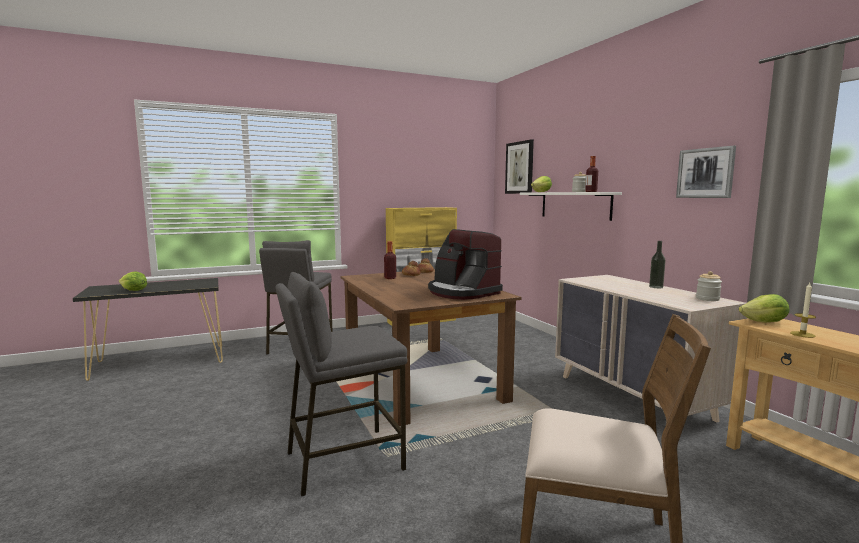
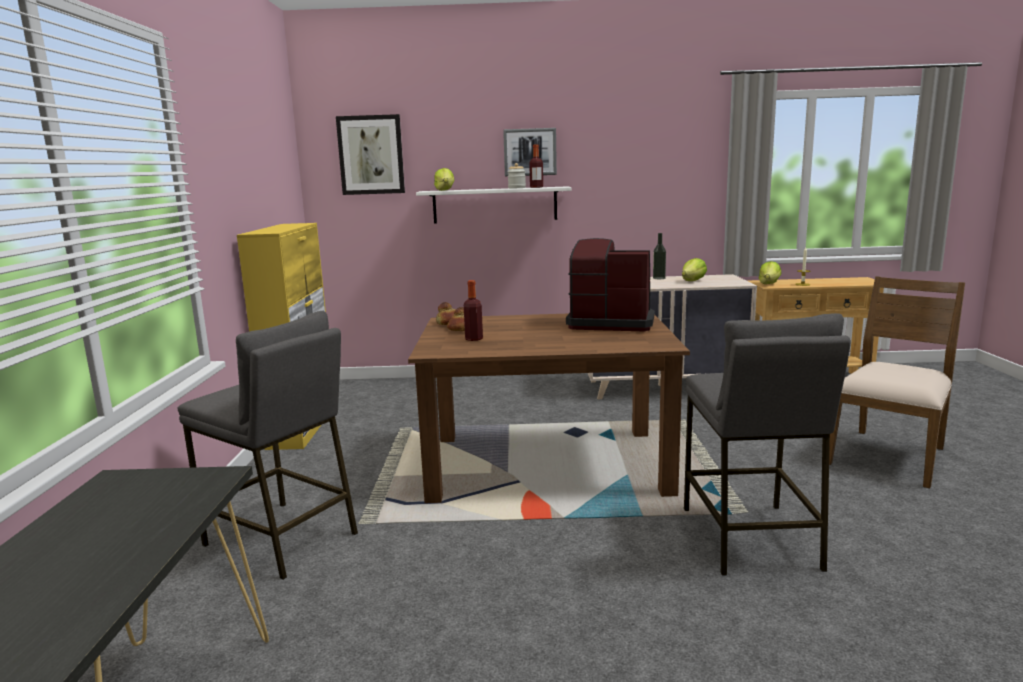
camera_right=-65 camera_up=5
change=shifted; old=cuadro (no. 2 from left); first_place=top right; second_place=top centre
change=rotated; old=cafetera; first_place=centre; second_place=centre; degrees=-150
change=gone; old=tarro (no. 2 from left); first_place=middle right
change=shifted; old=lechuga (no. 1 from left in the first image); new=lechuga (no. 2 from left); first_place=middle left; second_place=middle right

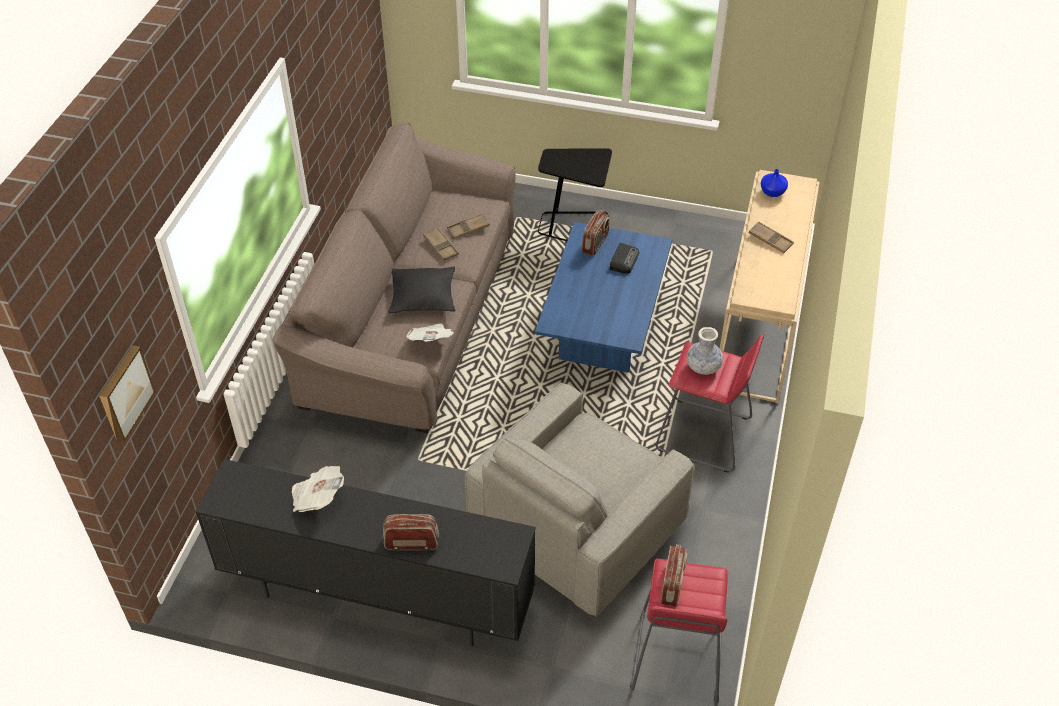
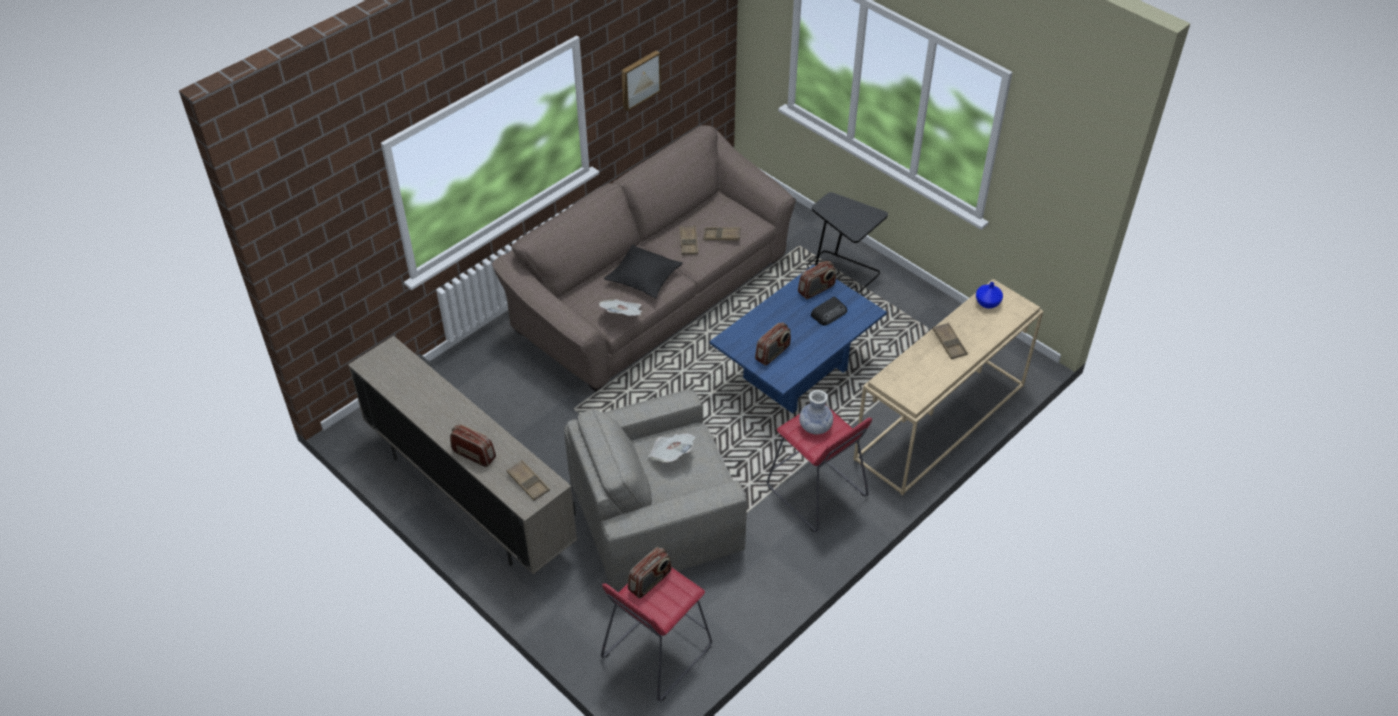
camera_right=30 camera_up=0
change=shifted; old=cuadro; first_place=middle left; second_place=top centre
change=repainted; old=mueble de televisión [negro]; new=mueble de televisión [beis]; first_place=bottom centre; second_place=middle left
change=shifted; old=periódico (no. 1 from left in the first image); new=periódico (no. 2 from left); first_place=bottom left; second_place=centre
change=new; new=radio (no. 3 from left); second_place=centre
change=new; new=bandeja [marrón] (no. 1 from left); second_place=bottom centre

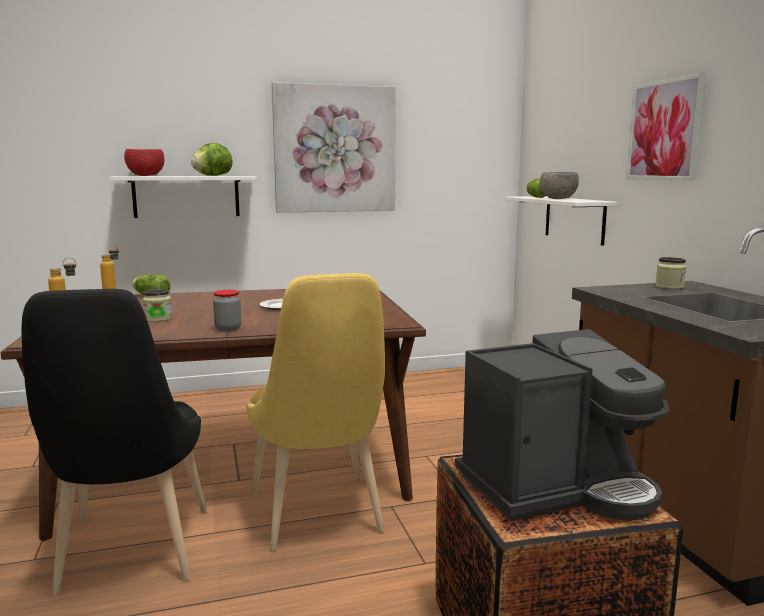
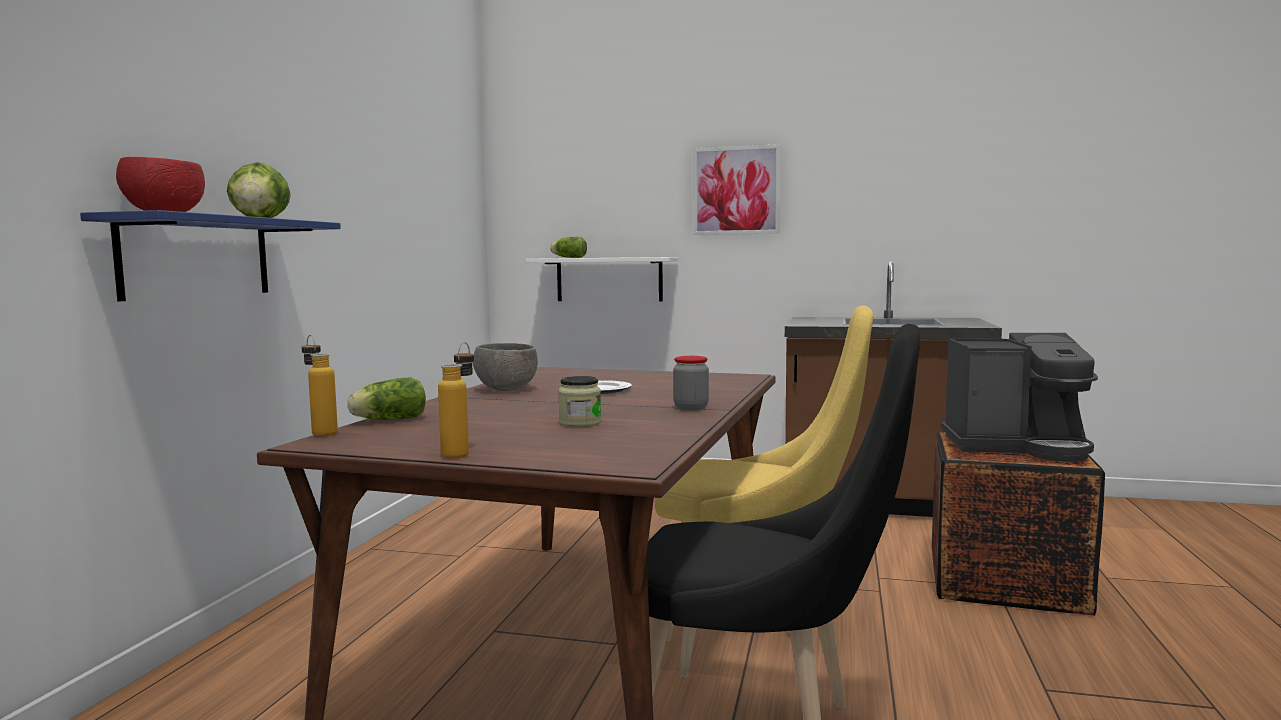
camera_right=-60 camera_up=-5
change=gone; old=cuadro (no. 1 from left); first_place=top centre
change=shifted; old=cuenco [gris]; first_place=top right; second_place=centre
change=repainted; old=estante [blanco] (no. 1 from left); new=estante [azul]; first_place=top left; second_place=middle left
change=gone; old=tarro (no. 3 from left); first_place=middle right
change=rotated; old=cafetera; first_place=bottom right; second_place=middle right; degrees=90

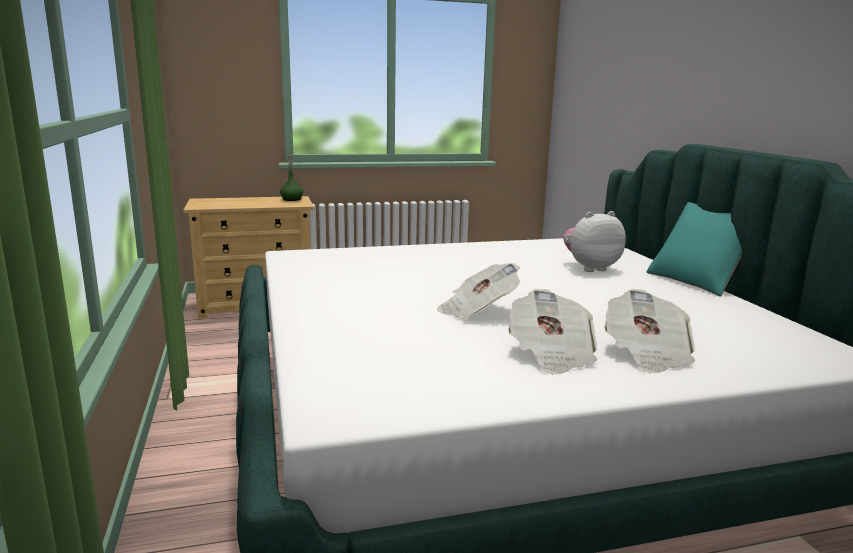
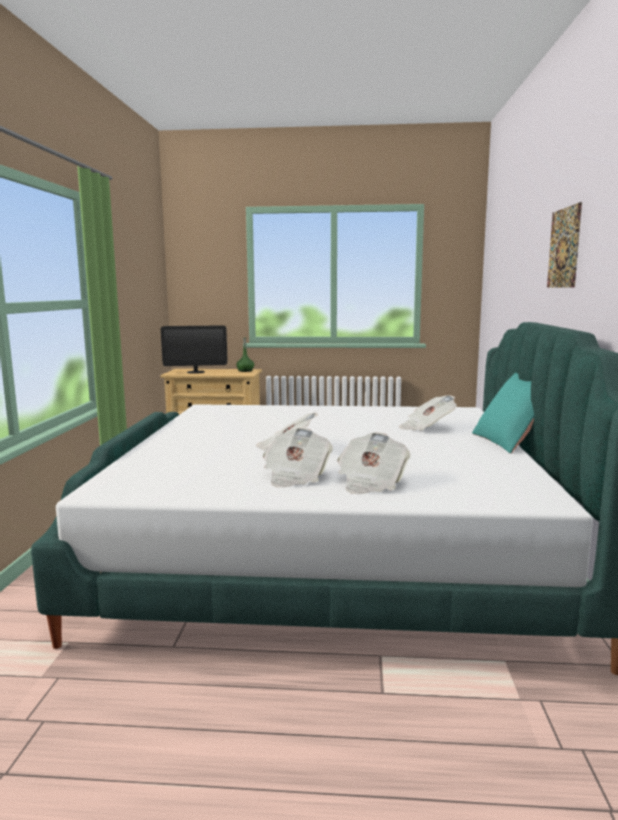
camera_right=20 camera_up=-5
change=swapped; old=peluche; new=periódico (no. 4 from left); first_place=middle right; second_place=middle right
change=new; new=cuadro; second_place=top right
change=new; new=monitor; second_place=middle left

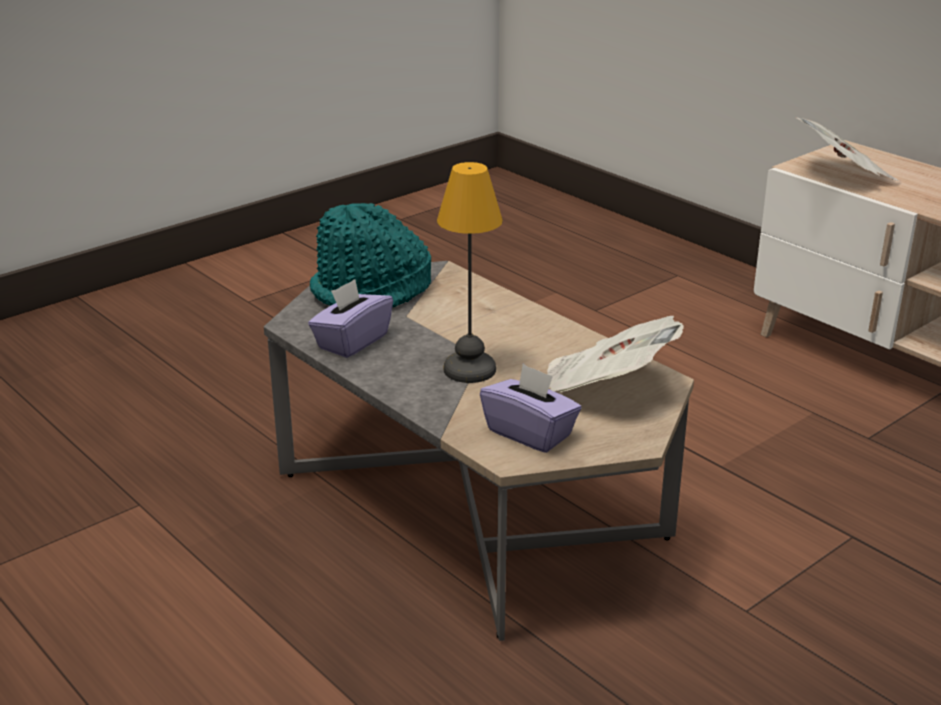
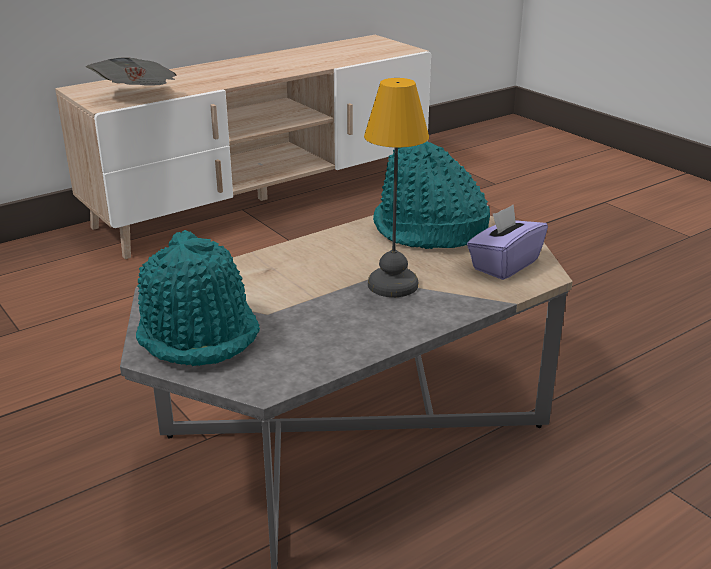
camera_right=-85 camera_up=0
change=gone; old=caja de pañuelos [morado] (no. 1 from left); first_place=centre
change=swapped; old=periódico (no. 1 from left); new=sombrero [turquesa] (no. 2 from left); first_place=centre; second_place=centre

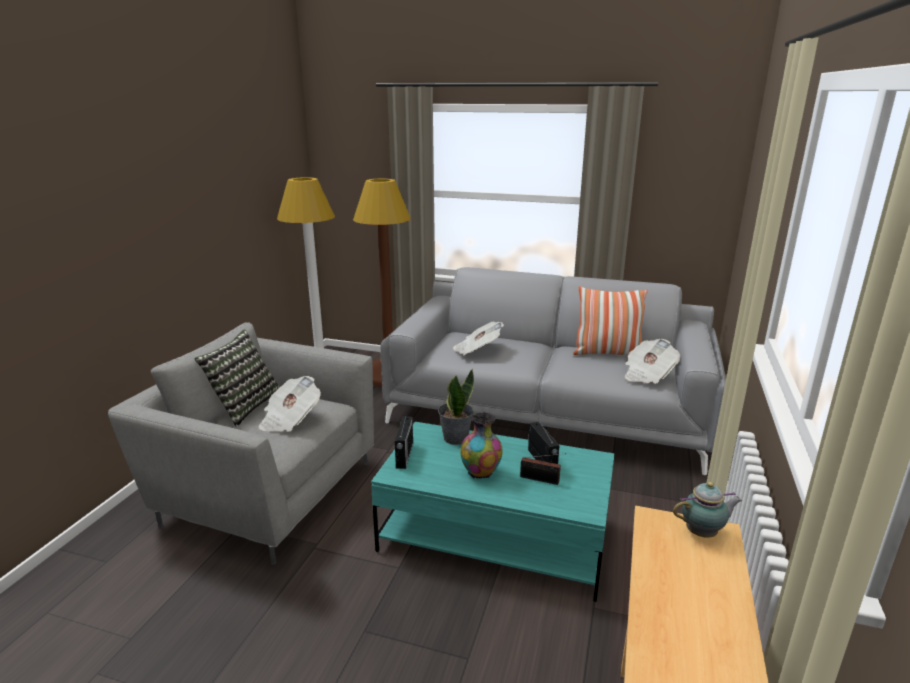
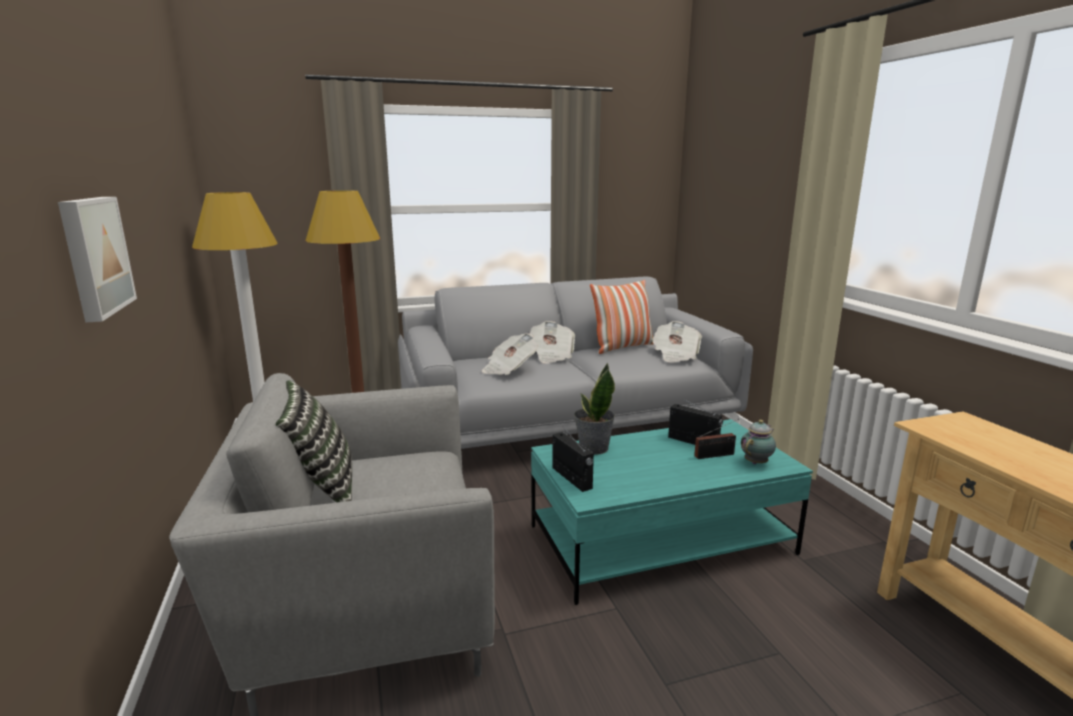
camera_right=-35 camera_up=-5
change=shifted; old=periódico (no. 1 from left in the first image); new=periódico (no. 2 from left); first_place=middle left; second_place=centre
change=gone; old=florero; first_place=centre
change=shifted; old=tetera; first_place=bottom right; second_place=middle right
change=new; new=cuadro; second_place=middle left

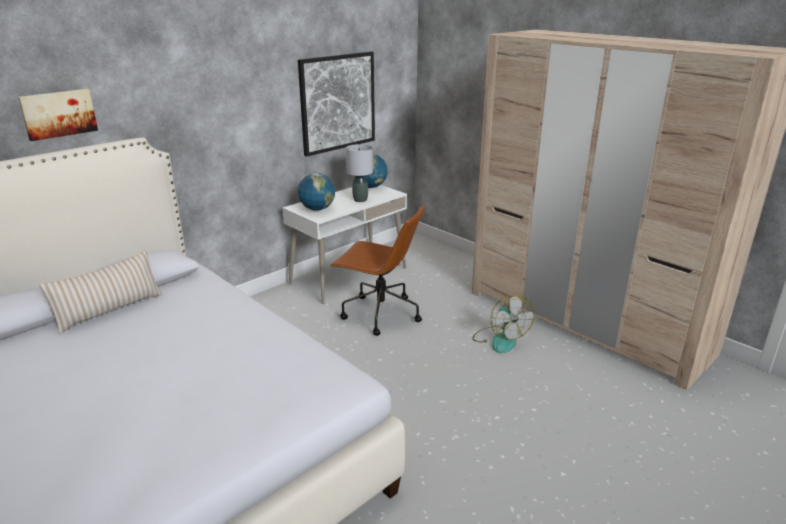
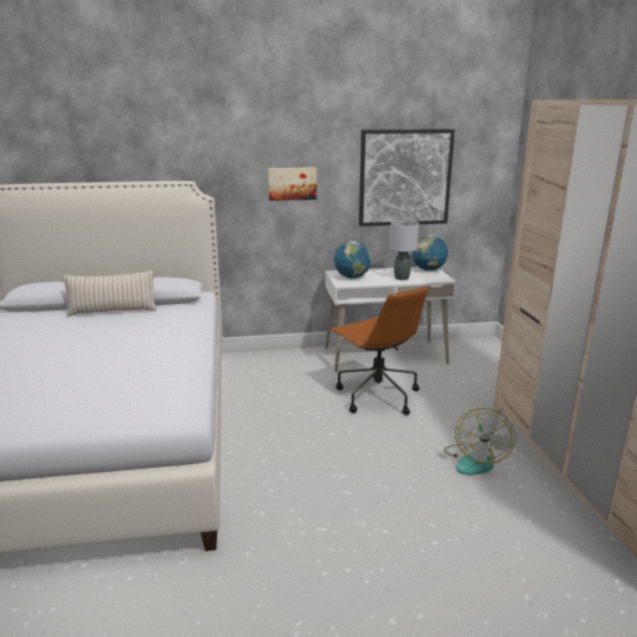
camera_right=35 camera_up=-5
change=shifted; old=cuadro (no. 1 from left); first_place=top left; second_place=top centre

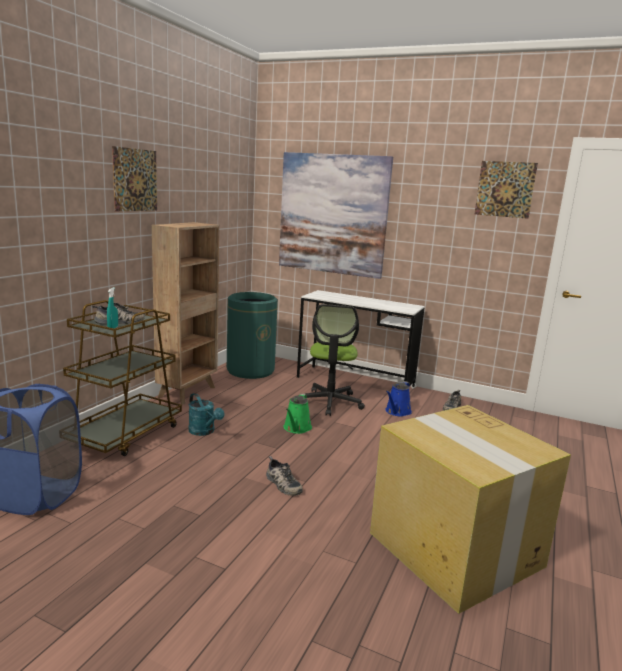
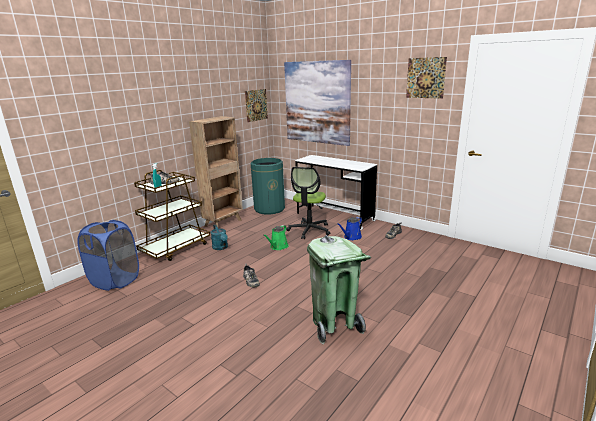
camera_right=15 camera_up=5
change=shifted; old=cuadro (no. 1 from left); first_place=top left; second_place=top centre
change=swapped; old=caja de cartón; new=papelera [verde] (no. 2 from left); first_place=bottom right; second_place=bottom centre

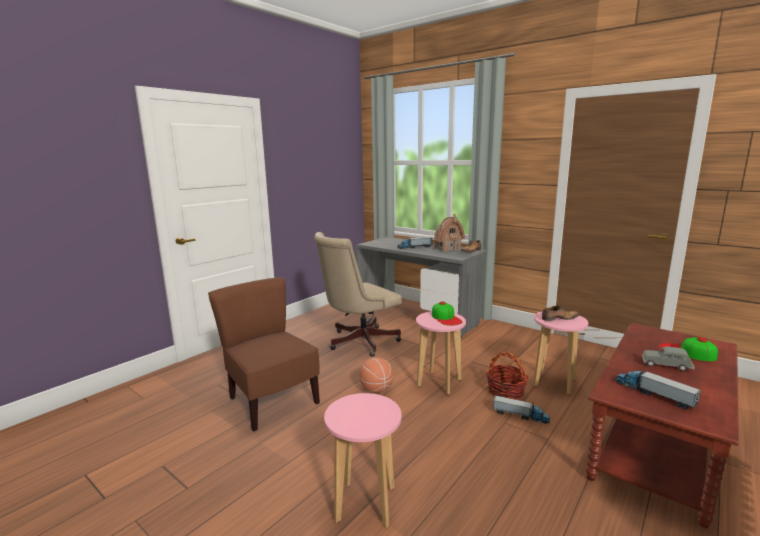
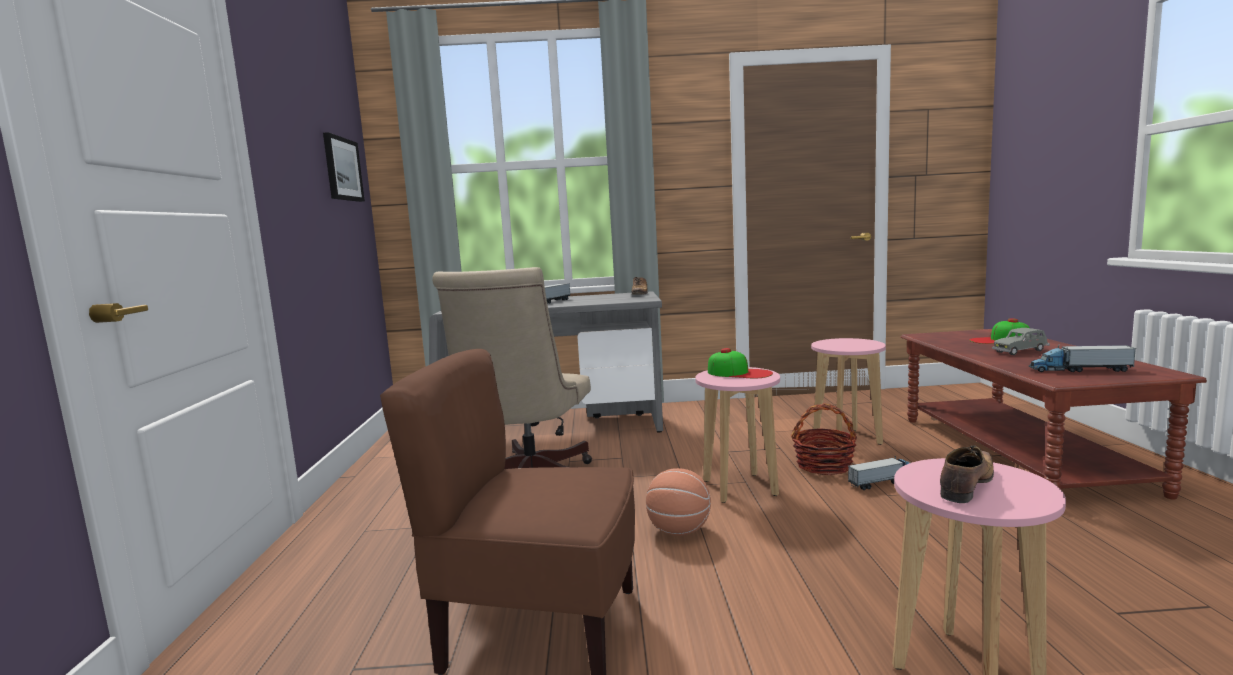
camera_right=-40 camera_up=-5
change=gone; old=casita; first_place=centre
change=shifted; old=zapato (no. 2 from left); first_place=middle right; second_place=bottom right
change=new; new=cuadro; second_place=top left

